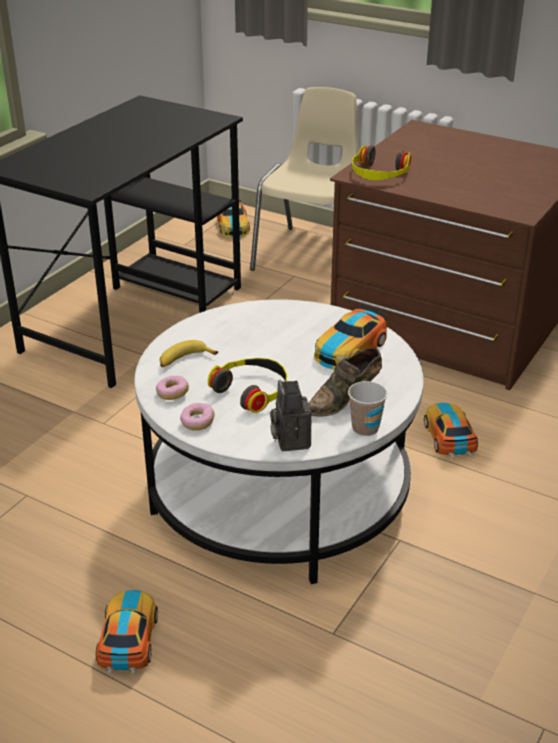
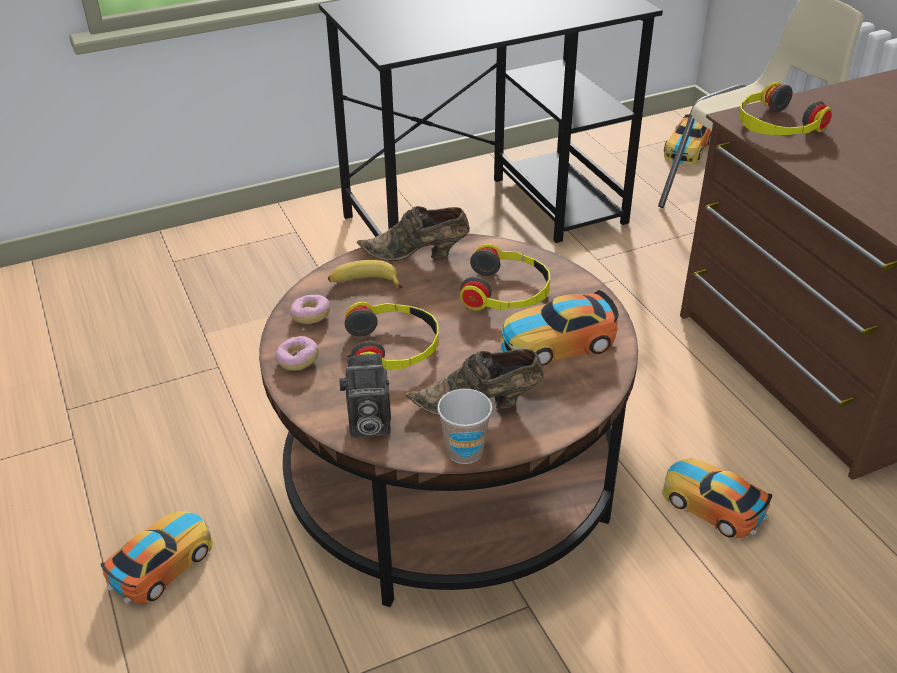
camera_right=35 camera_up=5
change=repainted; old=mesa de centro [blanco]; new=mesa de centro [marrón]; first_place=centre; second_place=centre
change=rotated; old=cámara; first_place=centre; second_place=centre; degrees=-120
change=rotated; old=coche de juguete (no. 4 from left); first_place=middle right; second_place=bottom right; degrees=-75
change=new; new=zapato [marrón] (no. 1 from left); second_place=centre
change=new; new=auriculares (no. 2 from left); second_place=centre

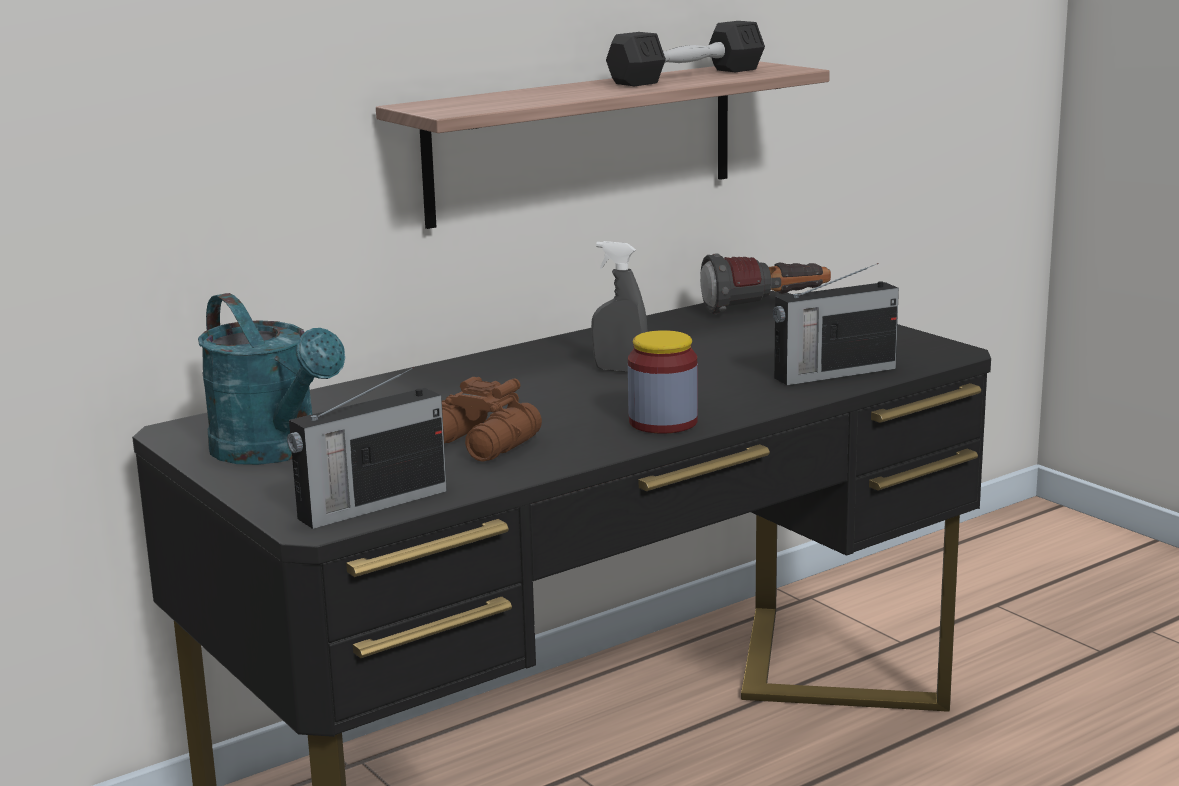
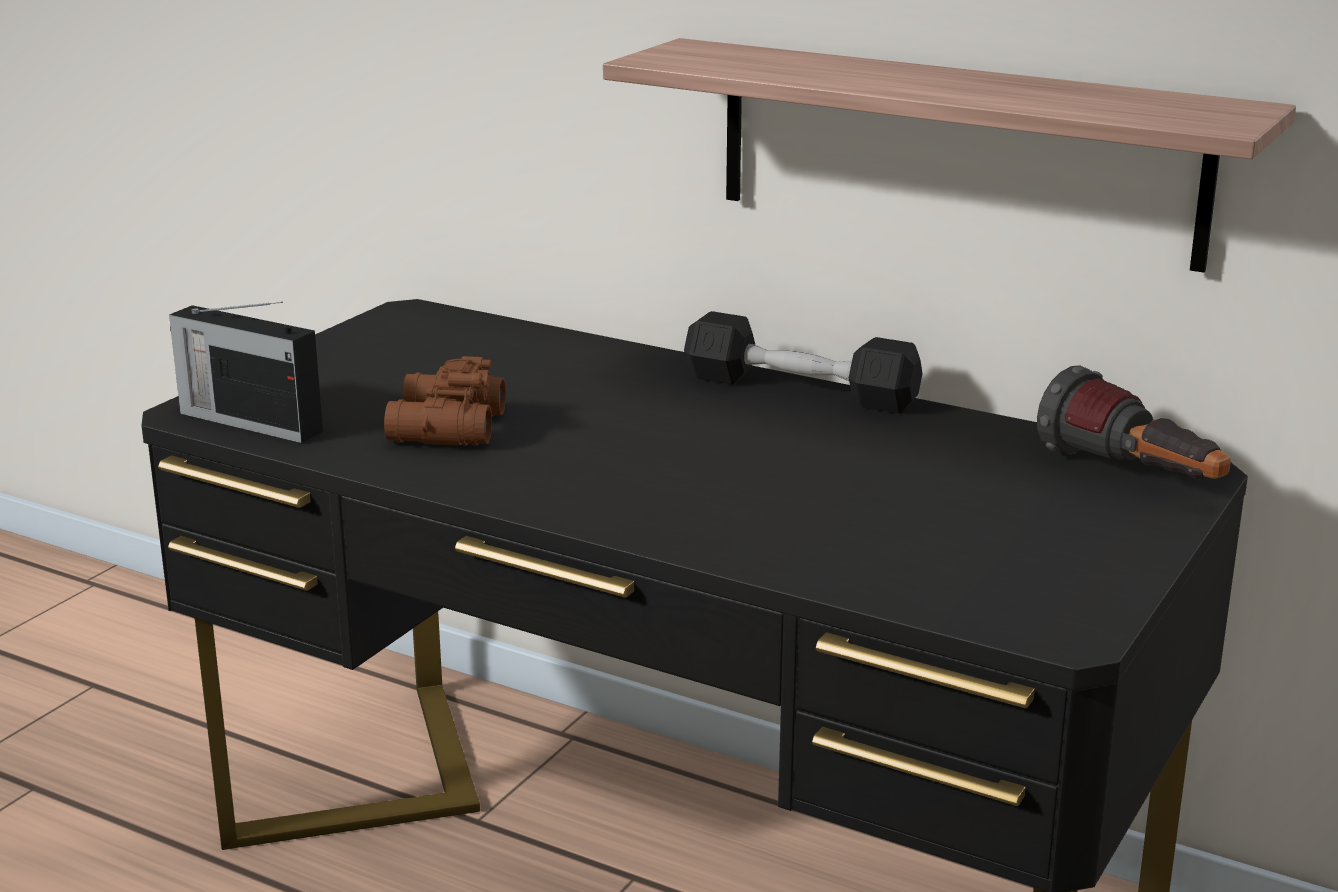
camera_right=65 camera_up=5
change=shifted; old=mancuerna [negro]; first_place=top centre; second_place=centre
change=gone; old=pulverizador [gris]; first_place=centre
change=gone; old=radio (no. 2 from left); first_place=middle right
change=gone; old=regadera [turquesa]; first_place=middle left
change=gone; old=tarro; first_place=centre

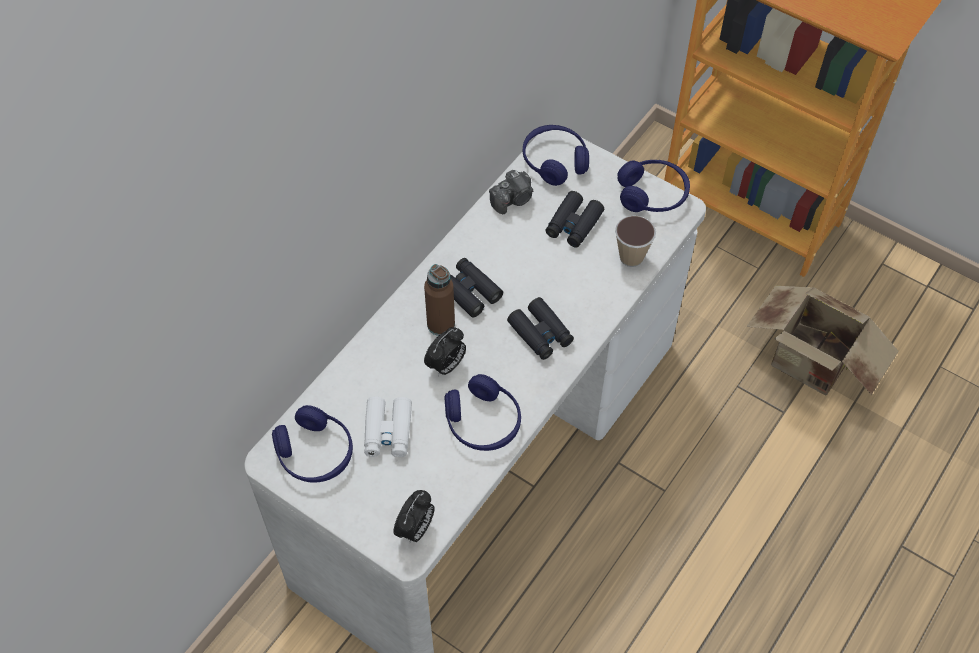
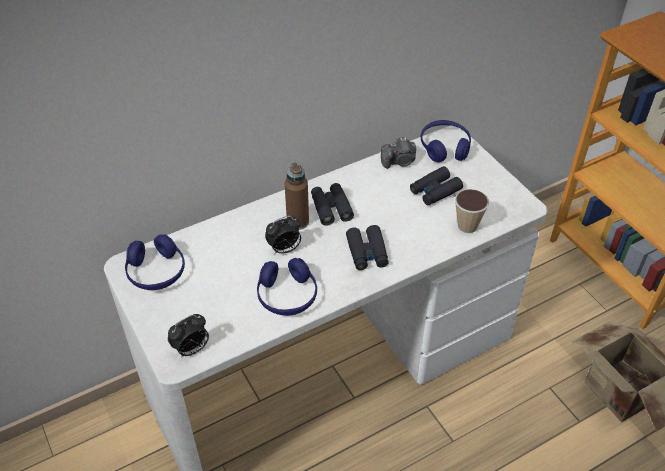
camera_right=25 camera_up=-10
change=gone; old=auriculares [azul] (no. 4 from left); first_place=top right
change=gone; old=prismáticos [blanco]; first_place=centre

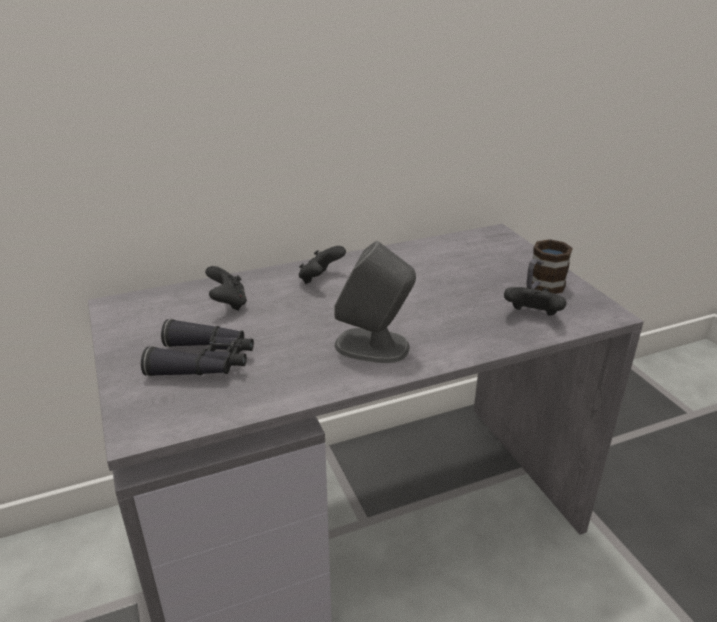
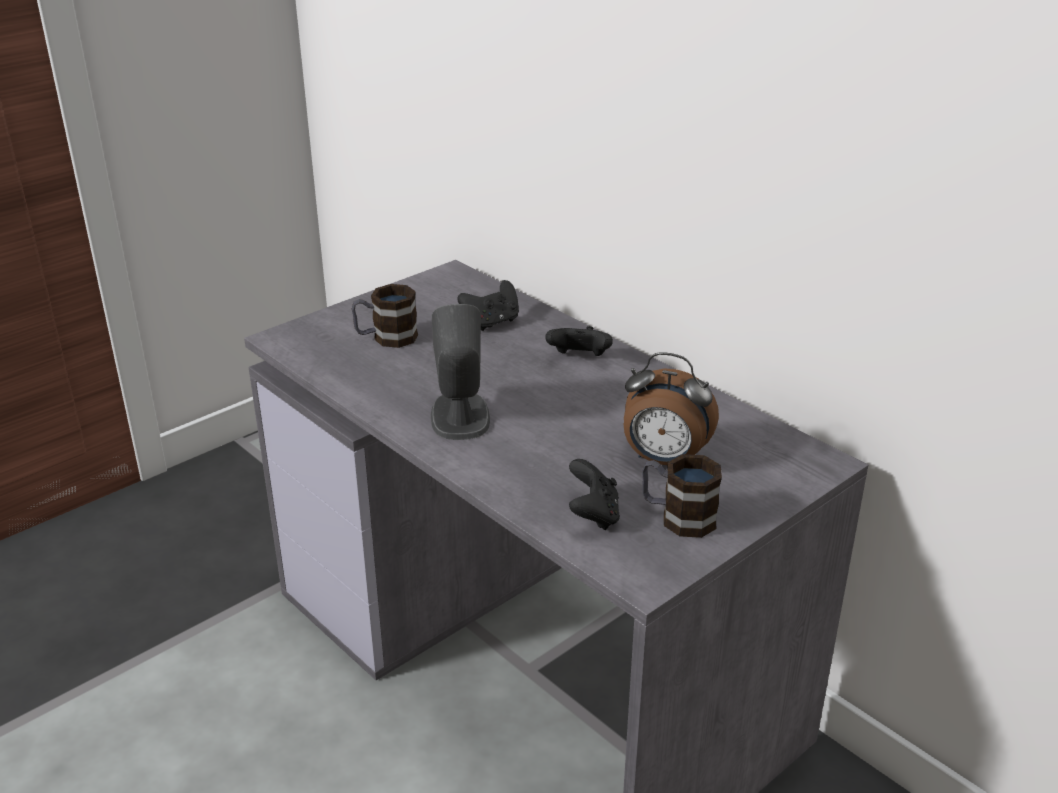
camera_right=70 camera_up=0
change=swapped; old=prismáticos [negro]; new=taza grande (no. 1 from left); first_place=middle left; second_place=centre
change=new; new=despertador; second_place=centre

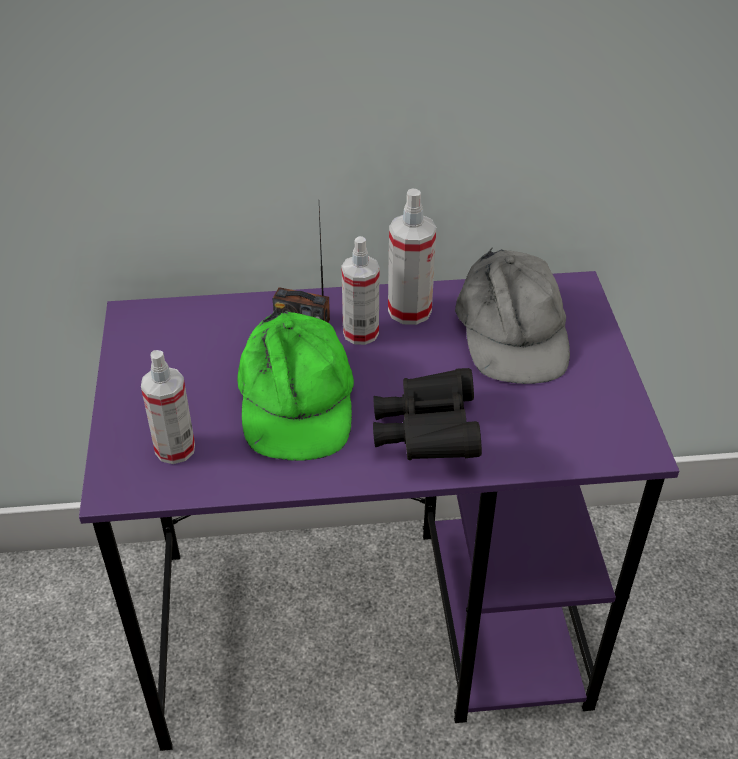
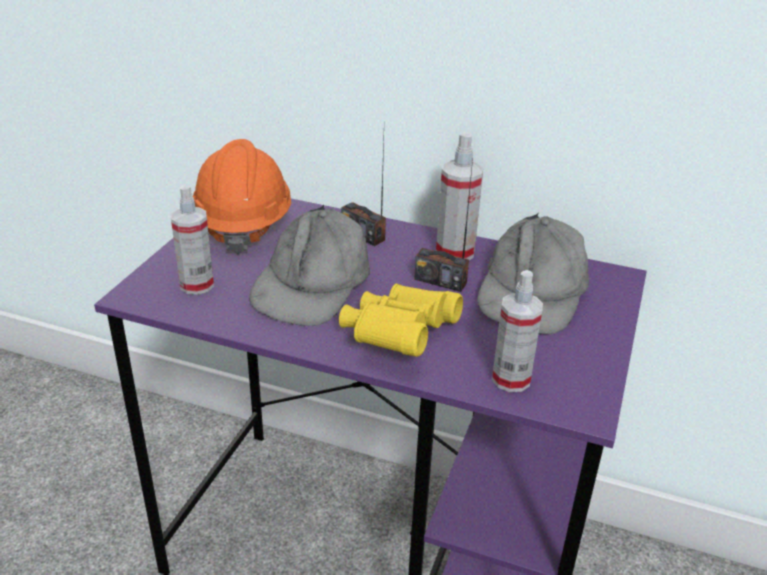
camera_right=25 camera_up=-10
change=shifted; old=pulverizador (no. 2 from left in the first image); new=pulverizador (no. 3 from left); first_place=centre; second_place=middle right
change=repainted; old=gorra [verde]; new=gorra [gris] (no. 1 from left); first_place=centre; second_place=centre
change=repainted; old=prismáticos [negro]; new=prismáticos [amarillo]; first_place=centre; second_place=centre
change=new; new=casco [naranja]; second_place=middle left
change=new; new=radio (no. 2 from left); second_place=centre

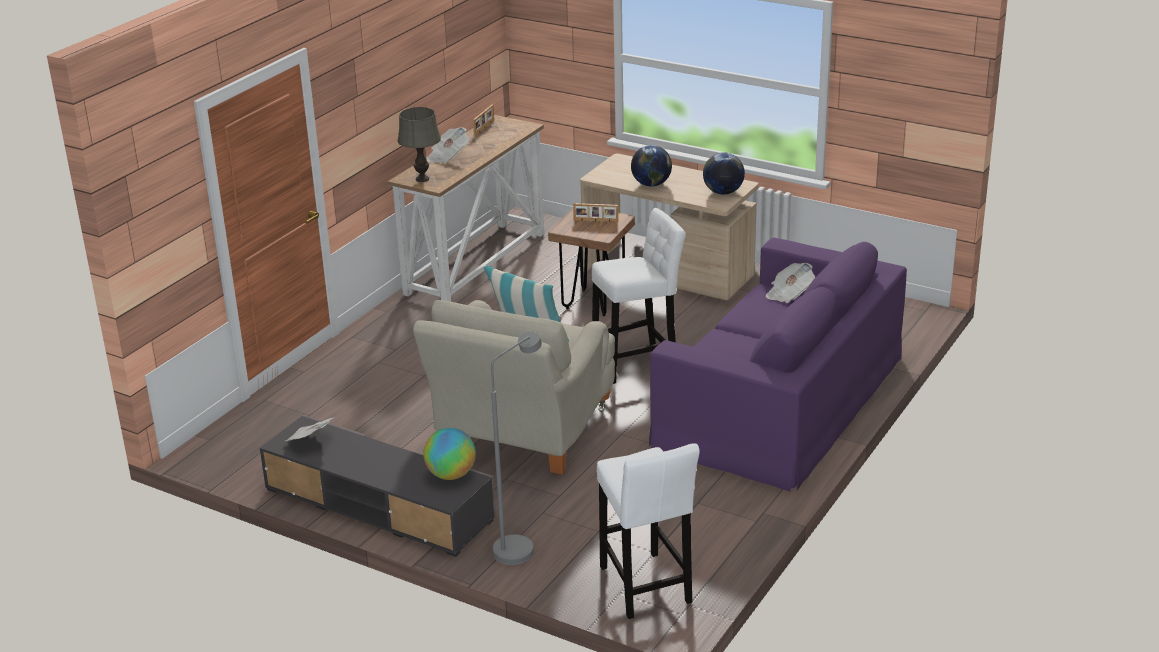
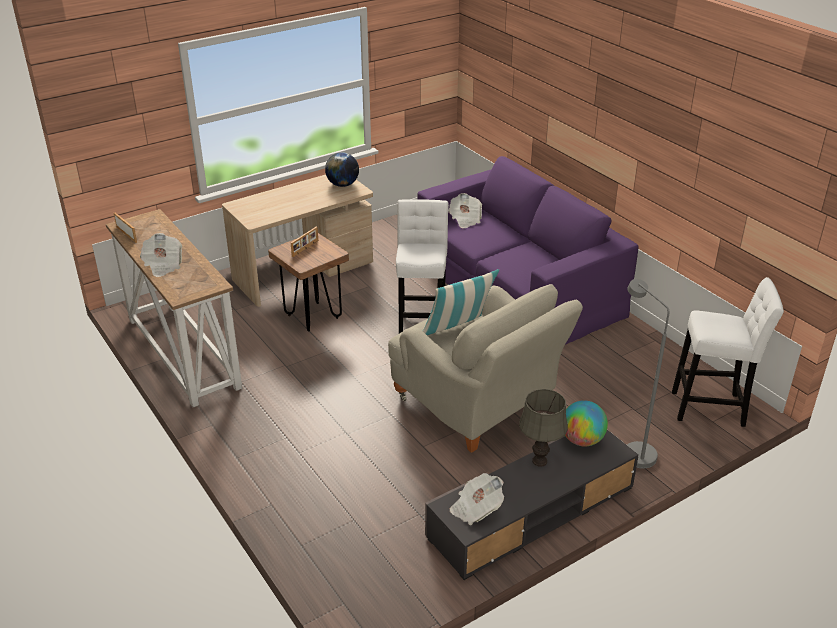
camera_right=-65 camera_up=5
change=shifted; old=lámpara de mesa [gris]; first_place=top centre; second_place=bottom centre
change=gone; old=globo terráqueo (no. 2 from left); first_place=top centre

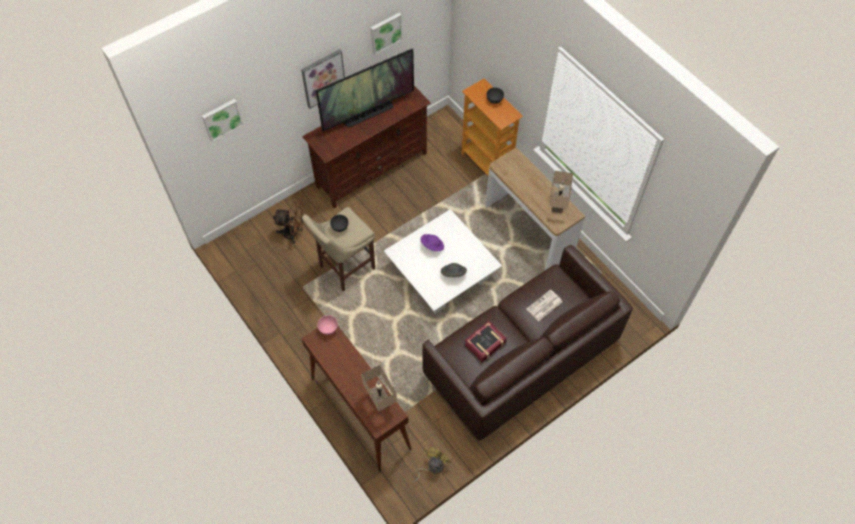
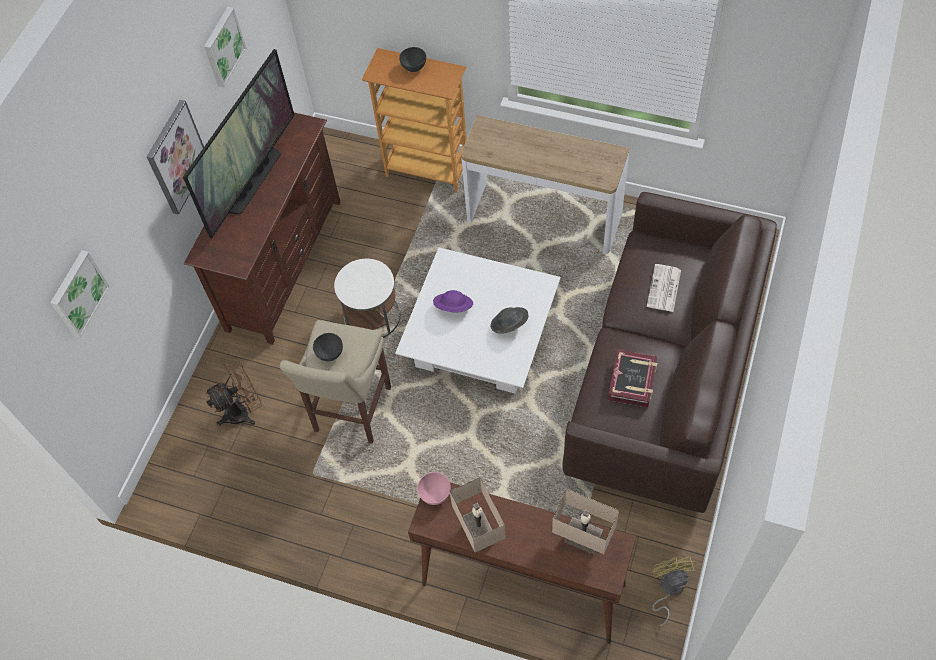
camera_right=-30 camera_up=0
change=shifted; old=lámpara de mesa [beis] (no. 2 from left in the first image); new=lámpara de mesa [beis] (no. 1 from left); first_place=centre; second_place=bottom centre
change=new; new=mesa auxiliar [blanco]; second_place=centre

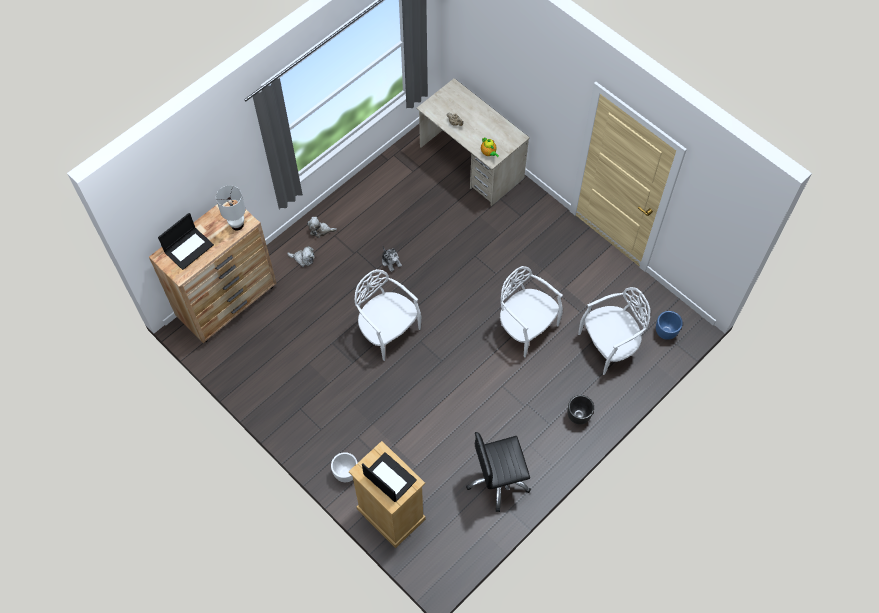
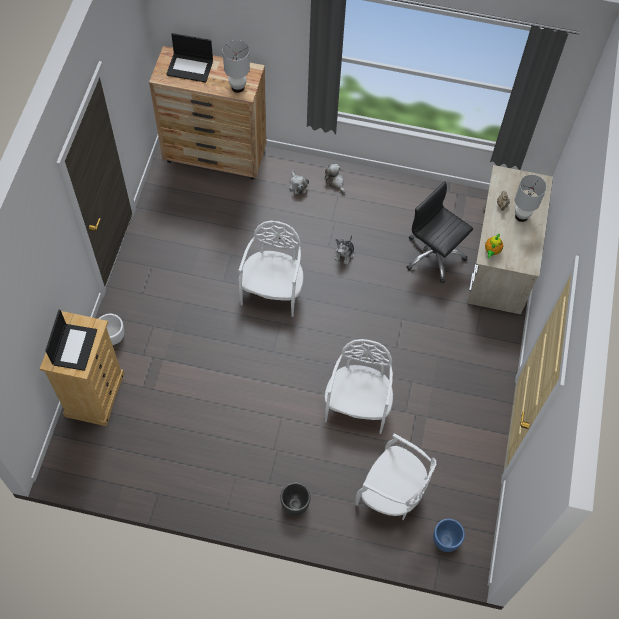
camera_right=55 camera_up=0
change=shifted; old=silla de oficina [negro]; first_place=bottom centre; second_place=middle right
change=new; new=lámpara de mesa [blanco] (no. 2 from left); second_place=top right

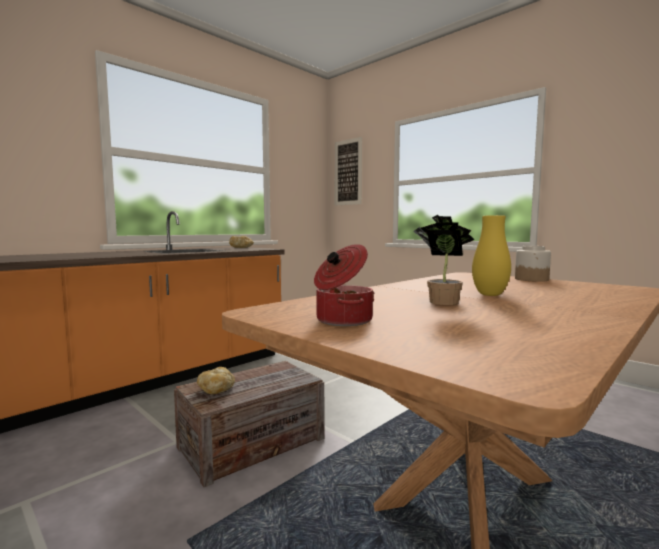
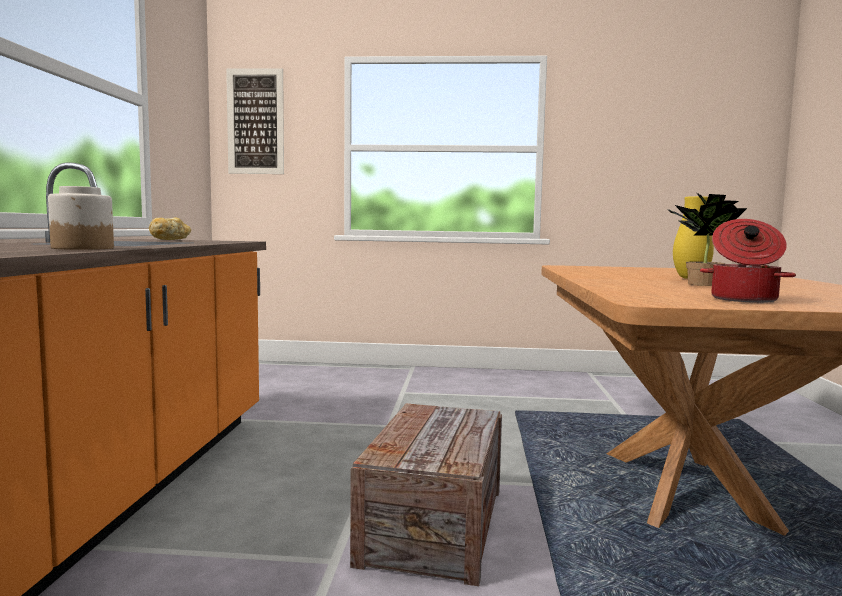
camera_right=-40 camera_up=0
change=shifted; old=tarro; first_place=middle right; second_place=middle left
change=gone; old=pan (no. 1 from left); first_place=bottom left

